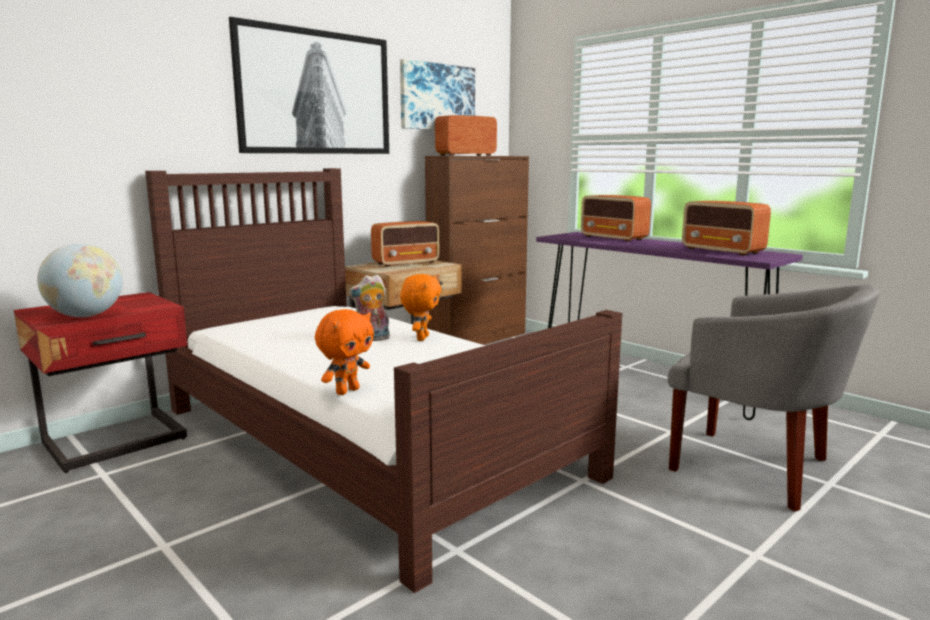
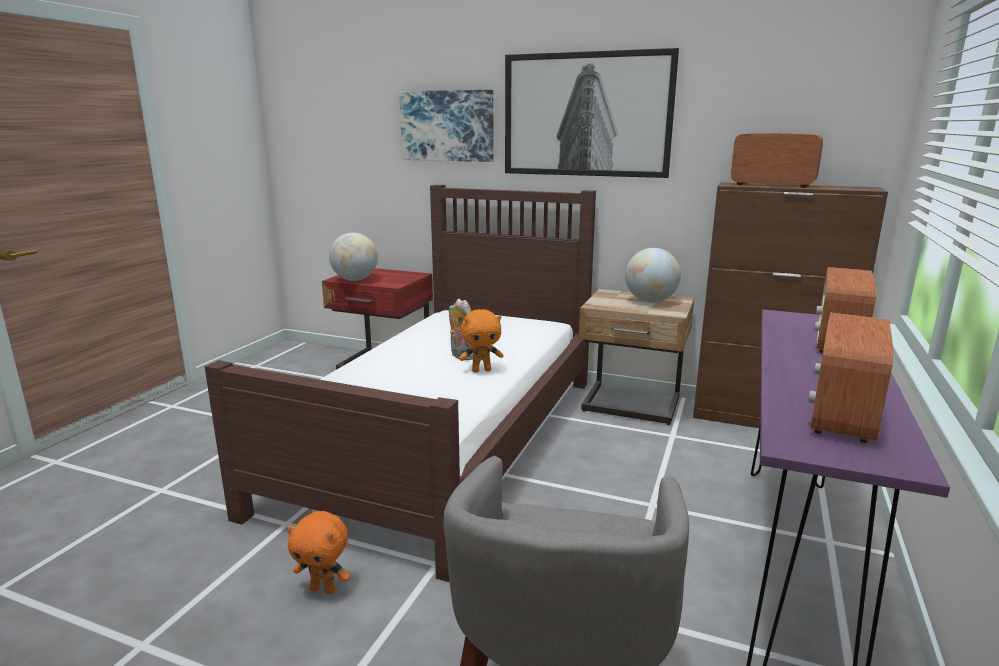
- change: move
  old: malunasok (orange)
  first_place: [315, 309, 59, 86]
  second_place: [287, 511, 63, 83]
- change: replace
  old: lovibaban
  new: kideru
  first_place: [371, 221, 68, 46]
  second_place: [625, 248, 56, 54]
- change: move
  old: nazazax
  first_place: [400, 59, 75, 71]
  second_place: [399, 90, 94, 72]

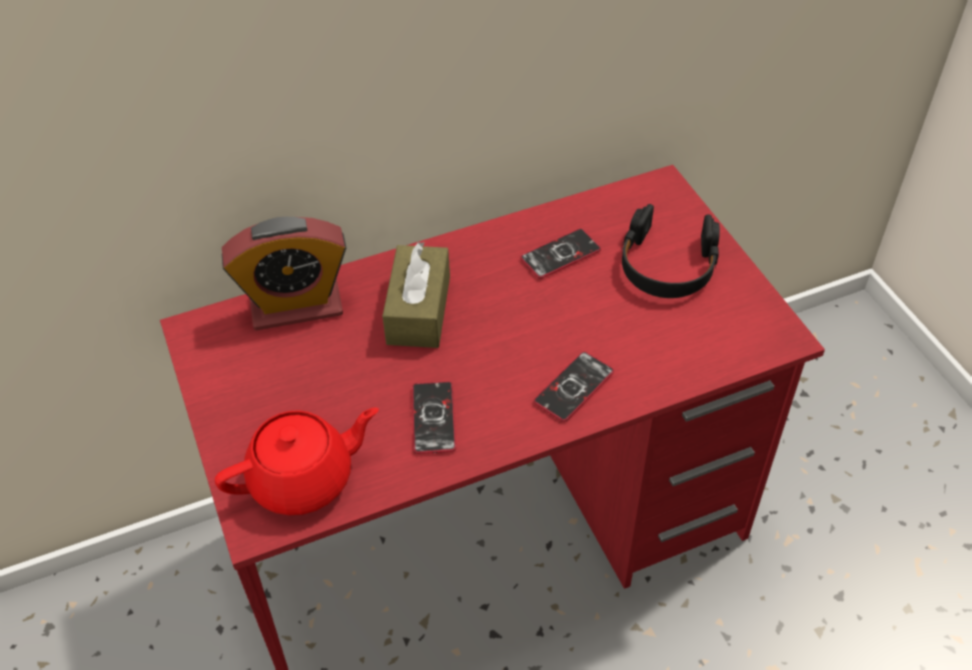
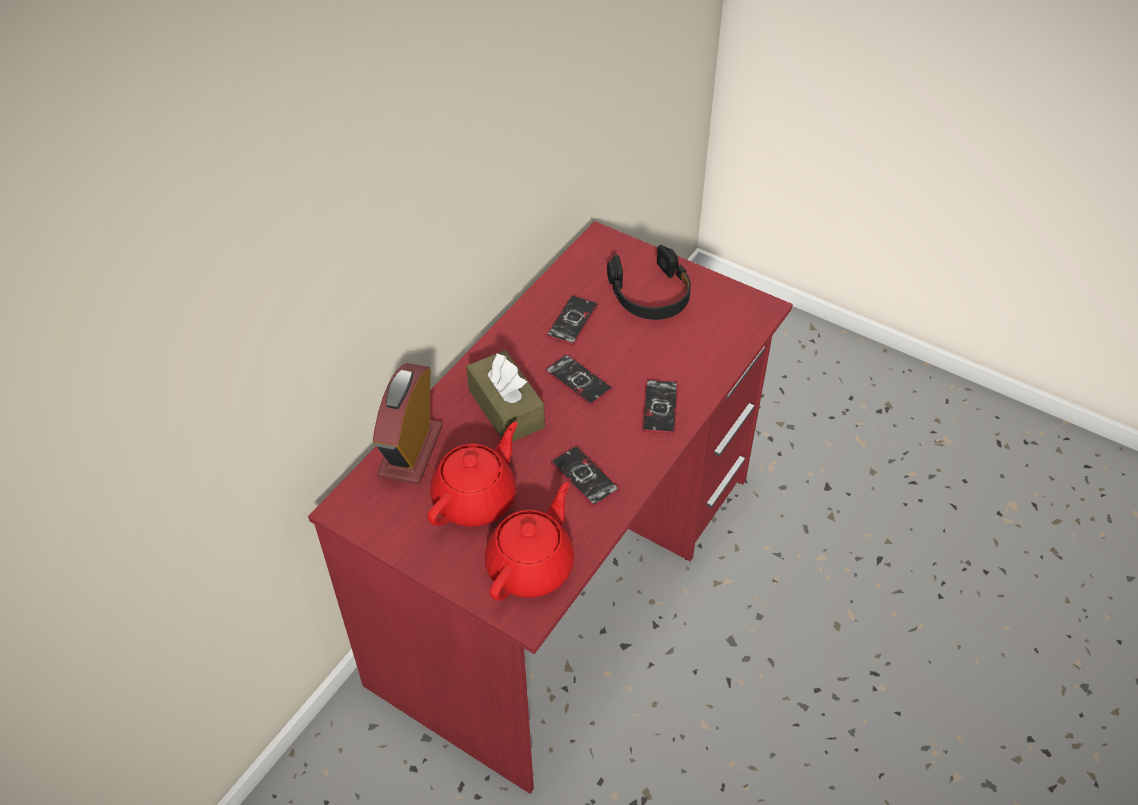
- change: rotate
  old: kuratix
  first_place: [222, 217, 124, 114]
  second_place: [373, 363, 69, 122]
  degrees: 150
- change: insert
  new: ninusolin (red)
  second_place: [427, 422, 91, 105]
- change: insert
  new: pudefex
  second_place: [545, 355, 67, 50]

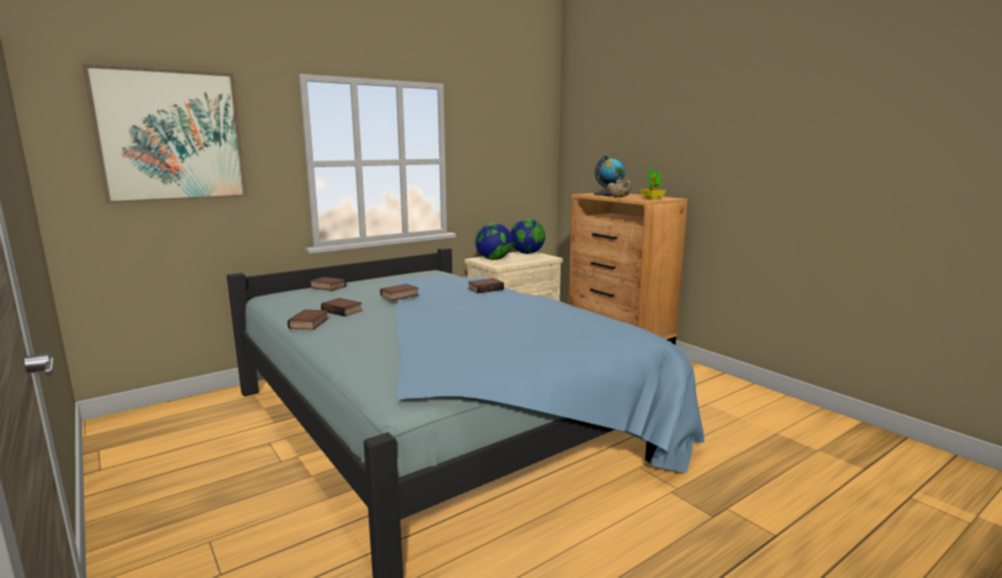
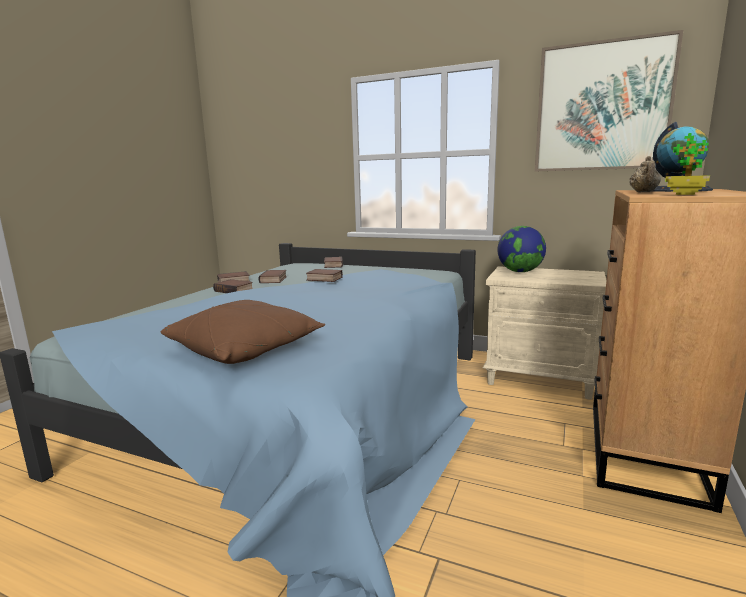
- change: move
  old: nazazax
  first_place: [82, 64, 165, 140]
  second_place: [535, 30, 148, 141]
- change: move
  old: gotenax
  first_place: [468, 278, 36, 15]
  second_place: [213, 279, 40, 14]
- change: delete
  old: kideru
  first_place: [510, 219, 35, 35]
- change: insert
  new: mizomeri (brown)
  second_place: [161, 300, 164, 64]

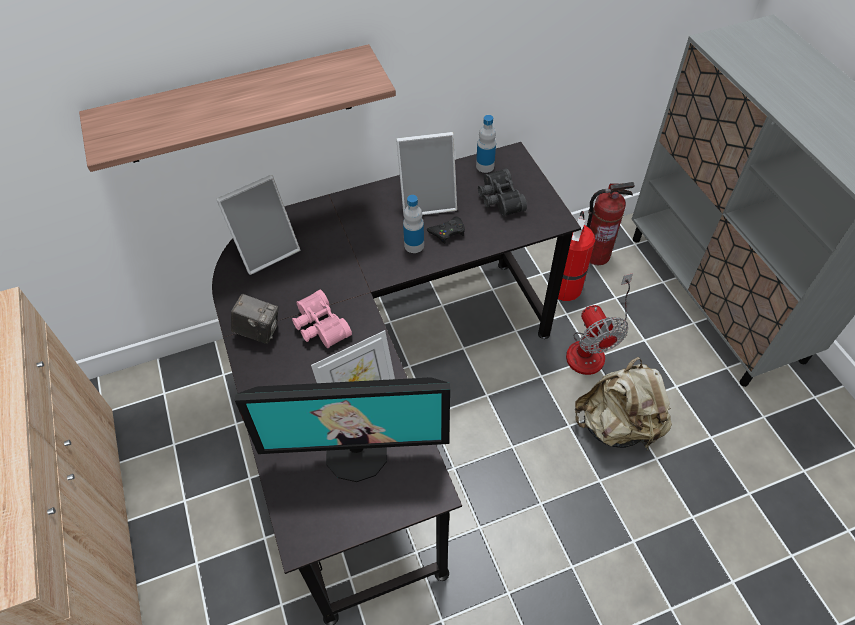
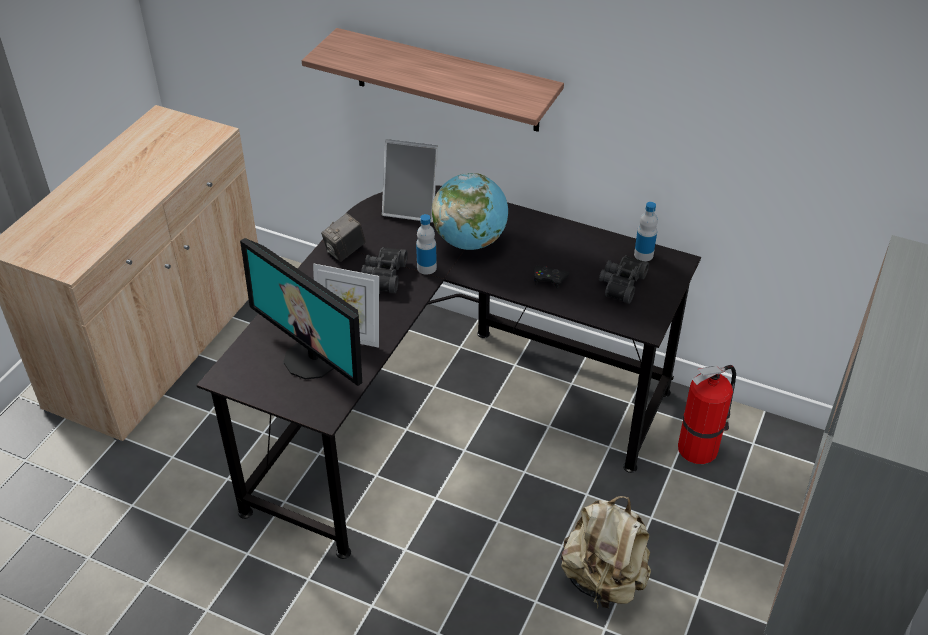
- change: rotate
  old: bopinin
  first_place: [231, 294, 47, 50]
  second_place: [321, 213, 45, 49]
  degrees: 75
- change: recolor
  old: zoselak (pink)
  new: zoselak (black)
  first_place: [292, 290, 60, 58]
  second_place: [361, 247, 47, 46]
- change: delete
  old: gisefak
  first_place: [396, 132, 61, 83]
- change: move
  old: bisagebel
  first_place: [403, 195, 21, 58]
  second_place: [416, 214, 21, 61]
- change: delete
  old: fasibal
  first_place: [566, 273, 67, 102]
- change: delete
  old: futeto
  first_place: [587, 182, 48, 83]
- change: insert
  new: kideru
  second_place: [432, 173, 76, 77]

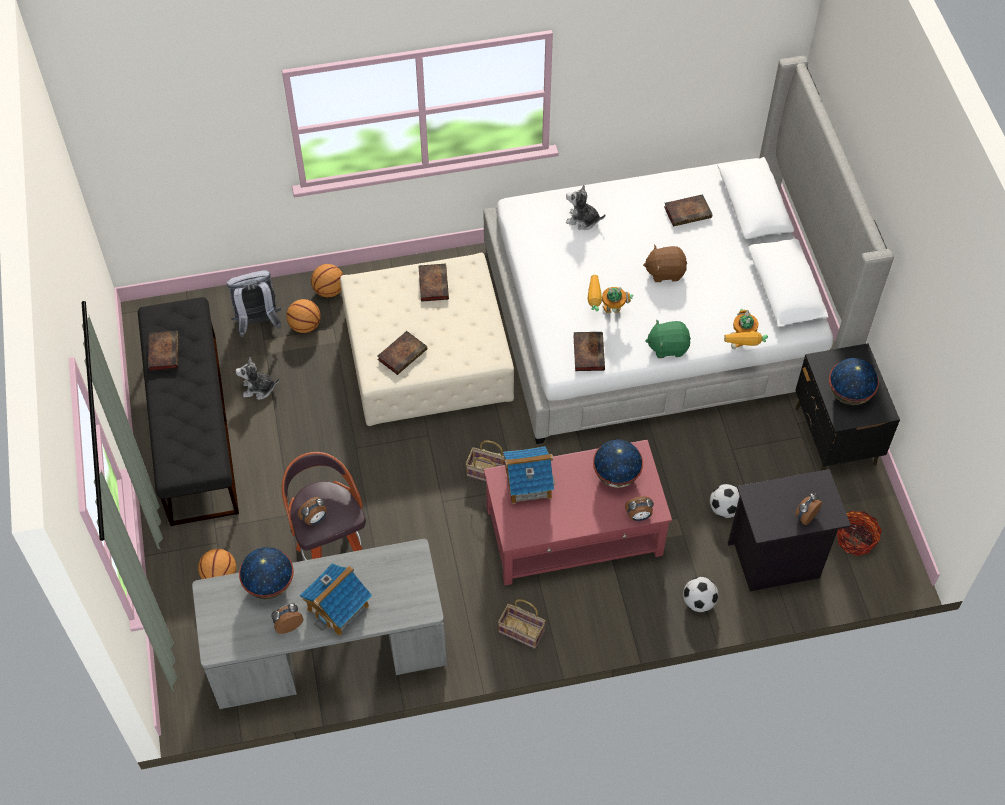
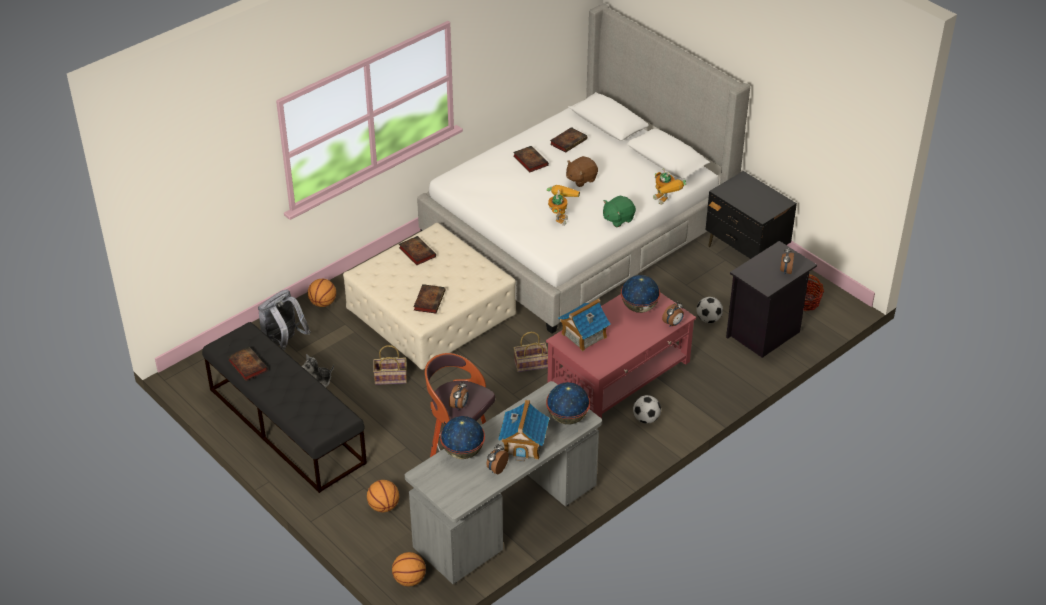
- change: move
  old: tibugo
  first_place: [286, 299, 35, 34]
  second_place: [392, 552, 34, 35]
- change: move
  old: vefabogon
  first_place: [498, 599, 48, 50]
  second_place: [373, 345, 34, 40]
- change: delete
  old: malunasok
  first_place: [566, 185, 40, 45]
- change: move
  old: gotenax
  first_place: [574, 332, 31, 39]
  second_place: [513, 146, 36, 26]
- change: rotate
  old: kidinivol
  first_place: [588, 275, 45, 38]
  second_place: [547, 185, 33, 41]
  degrees: 135
- change: move
  old: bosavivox
  first_place: [683, 577, 35, 35]
  second_place: [633, 395, 28, 29]
- change: move
  old: kideru
  first_place: [829, 358, 50, 47]
  second_place: [546, 382, 44, 42]

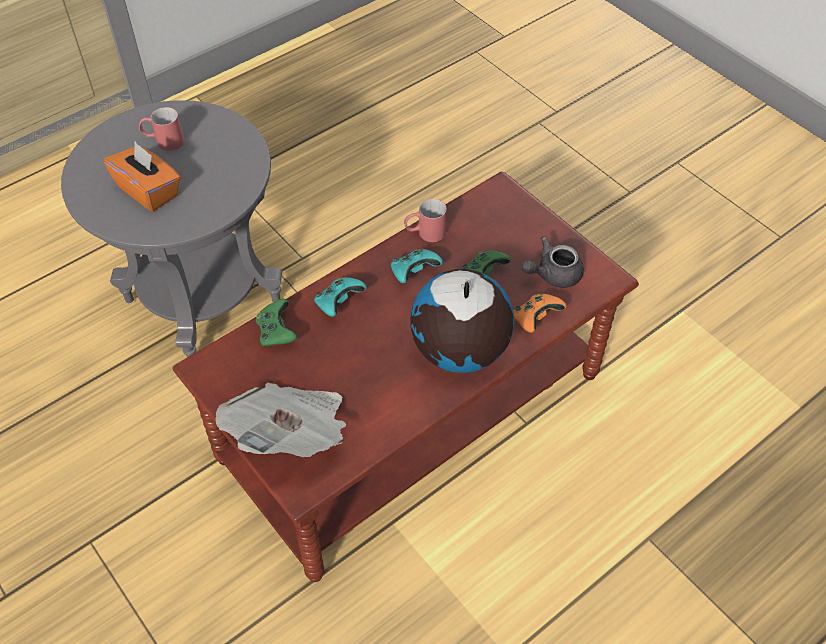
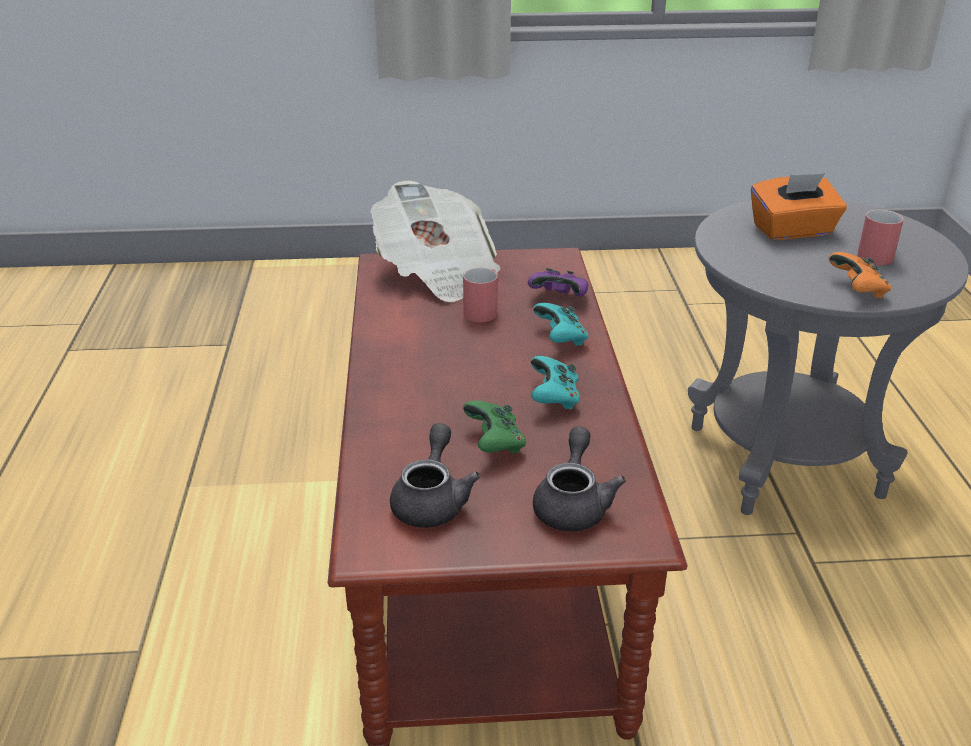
- change: recolor
  old: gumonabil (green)
  new: gumonabil (purple)
  first_place: [256, 299, 41, 48]
  second_place: [528, 268, 60, 28]
- change: move
  old: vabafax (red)
  first_place: [404, 199, 43, 43]
  second_place: [463, 268, 36, 54]
- change: delete
  old: kideru
  first_place: [410, 269, 104, 104]
- change: move
  old: gumonabil (orange)
  first_place: [513, 293, 53, 40]
  second_place: [829, 252, 62, 46]
- change: insert
  new: ninusolin (grey)
  second_place: [533, 426, 93, 105]

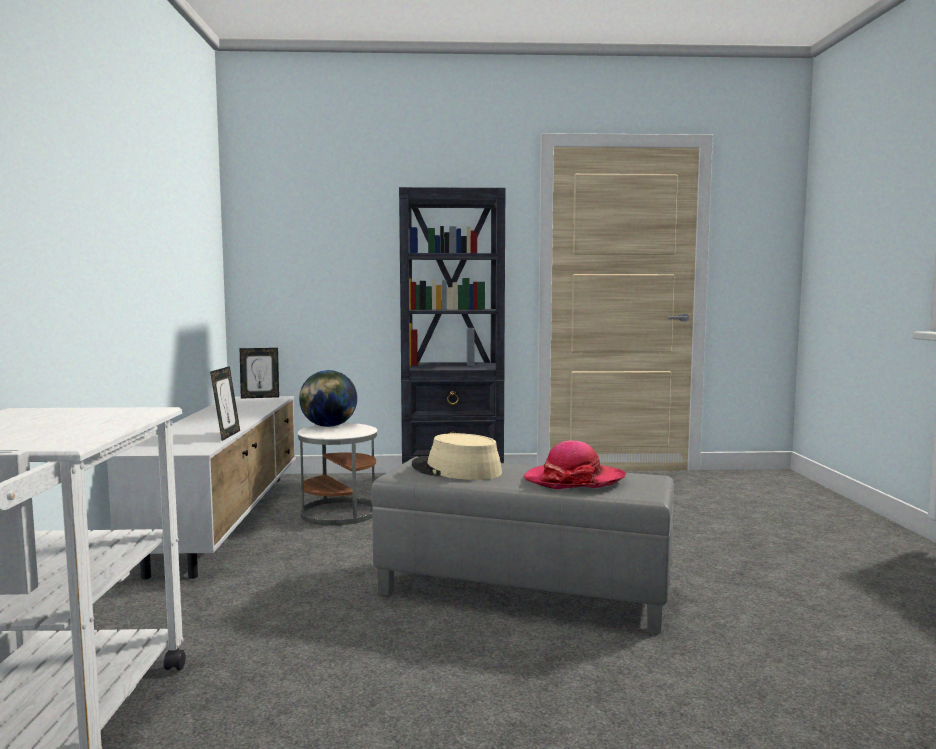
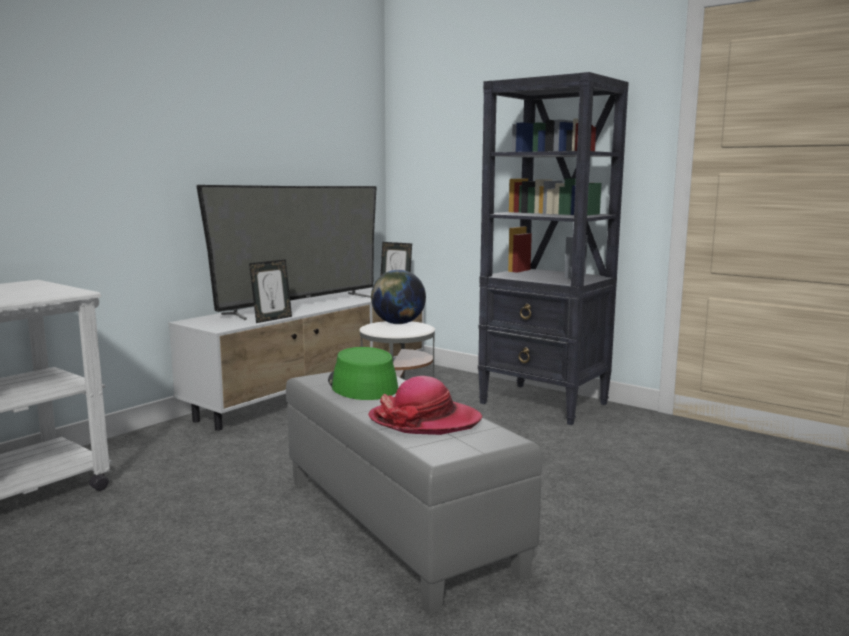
- change: recolor
  old: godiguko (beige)
  new: godiguko (green)
  first_place: [412, 433, 90, 47]
  second_place: [328, 347, 70, 53]
- change: insert
  new: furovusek
  second_place: [196, 185, 181, 135]

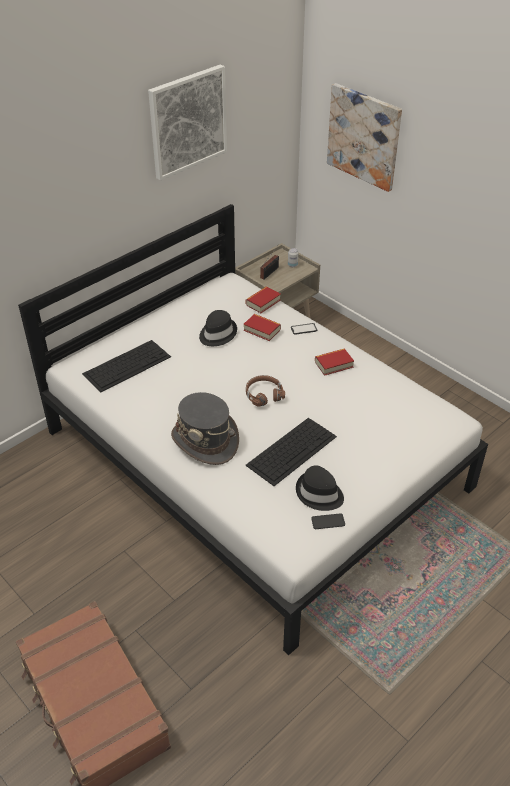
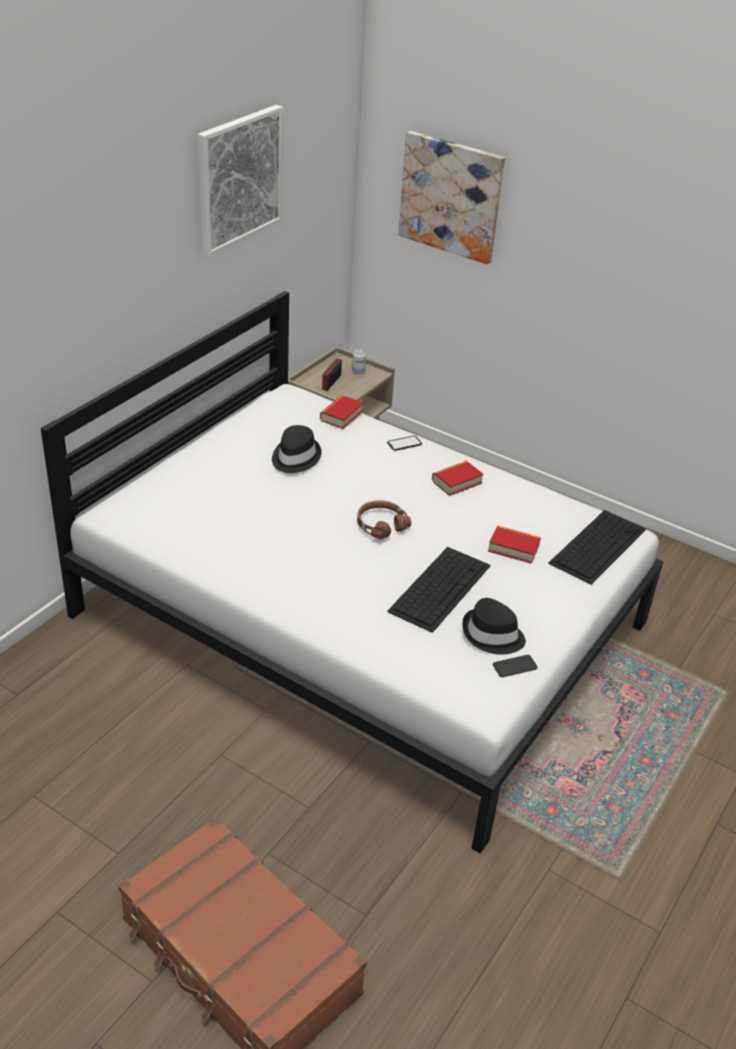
- change: move
  old: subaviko
  first_place: [82, 340, 89, 52]
  second_place: [548, 510, 98, 75]
- change: delete
  old: godiguko (grey)
  first_place: [171, 392, 68, 73]
- change: move
  old: gotenax
  first_place: [243, 314, 38, 27]
  second_place: [488, 526, 53, 38]

